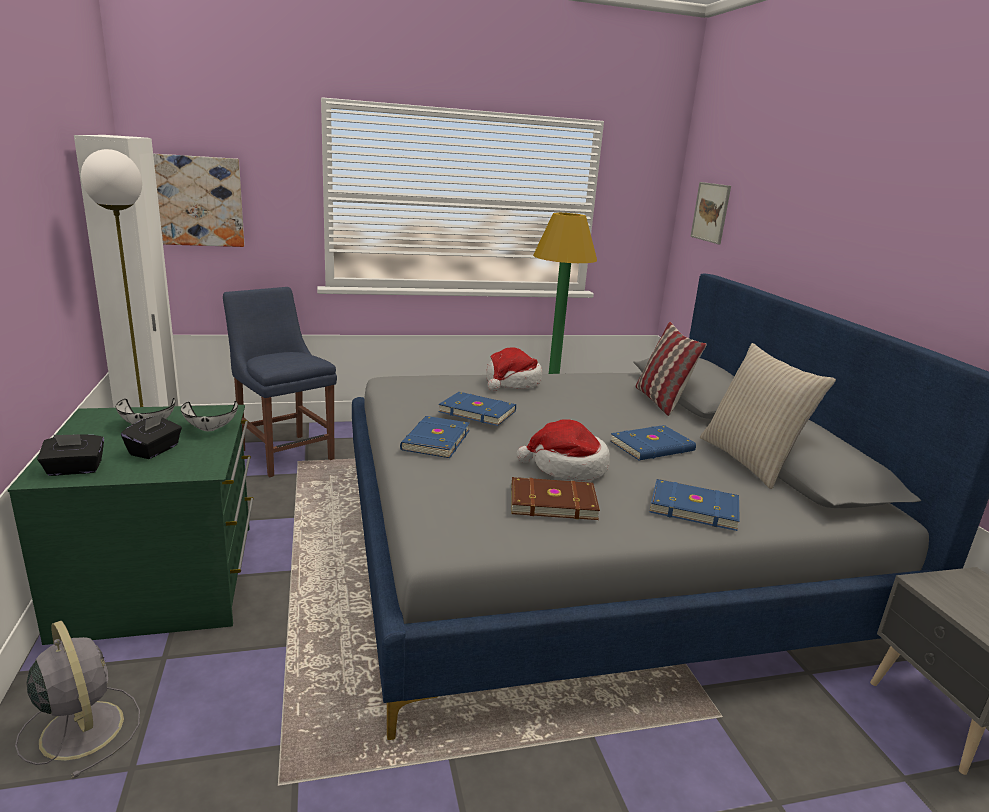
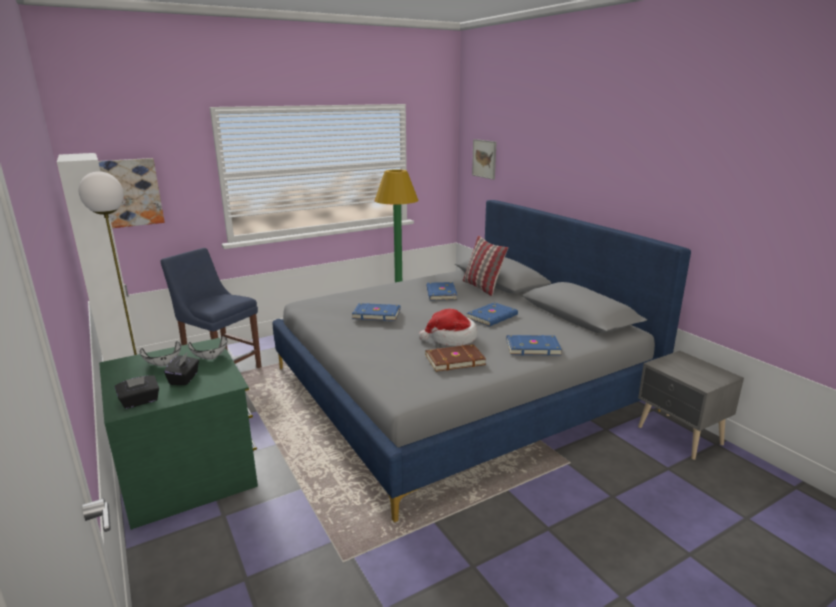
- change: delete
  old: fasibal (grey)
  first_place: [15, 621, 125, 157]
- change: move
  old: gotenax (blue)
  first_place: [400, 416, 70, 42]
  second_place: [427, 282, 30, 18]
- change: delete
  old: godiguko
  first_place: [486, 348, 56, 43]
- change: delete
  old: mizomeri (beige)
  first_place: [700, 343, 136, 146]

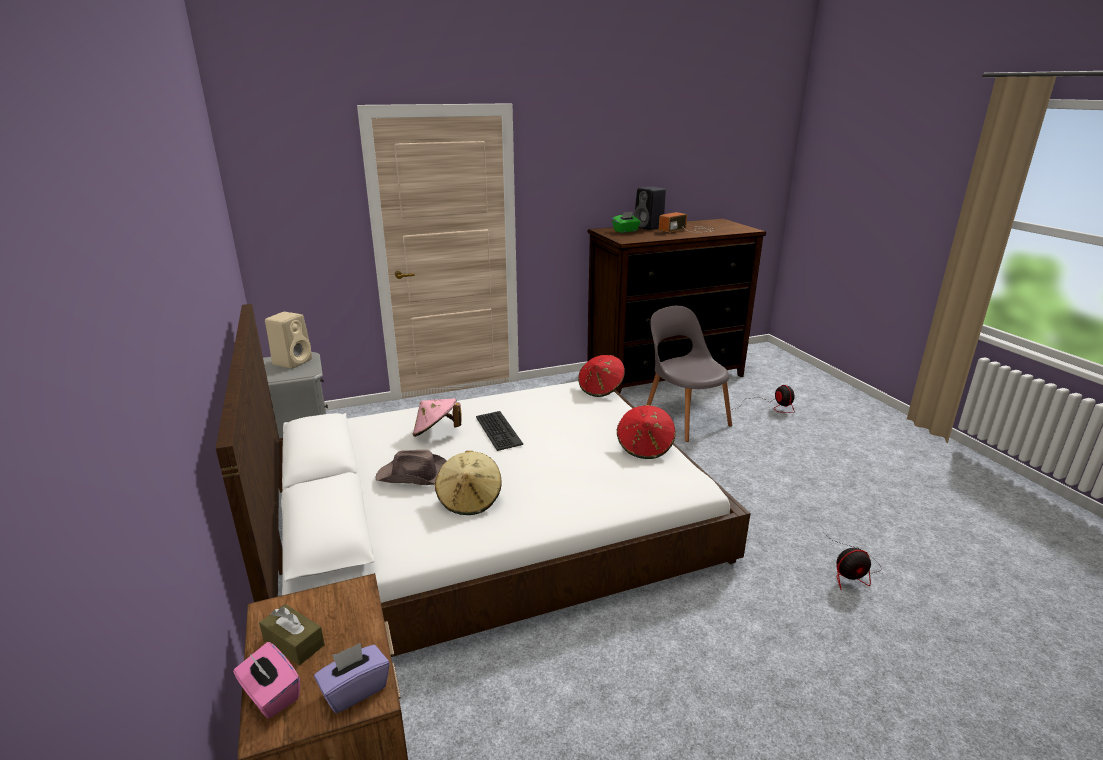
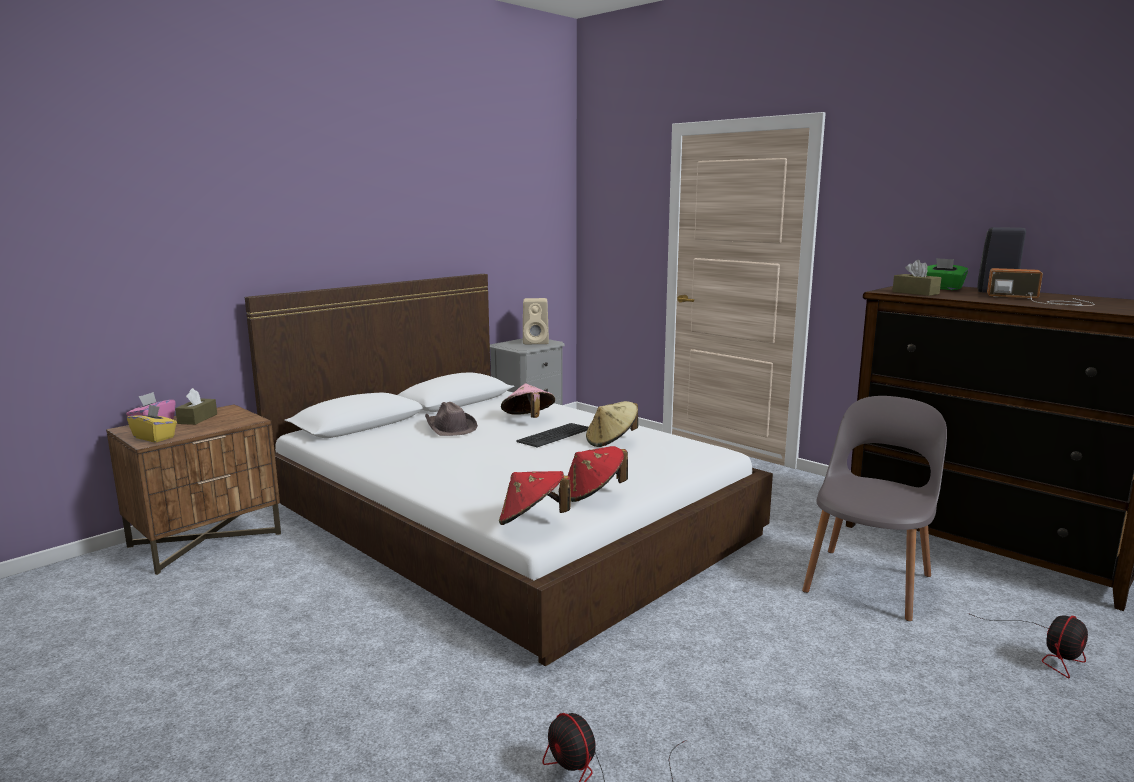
- change: recolor
  old: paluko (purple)
  new: paluko (yellow)
  first_place: [314, 643, 76, 70]
  second_place: [127, 404, 50, 38]
- change: move
  old: godiguko (beige)
  first_place: [435, 451, 67, 64]
  second_place: [586, 401, 52, 46]
- change: move
  old: godiguko (red)
  first_place: [578, 355, 47, 42]
  second_place: [499, 471, 72, 54]
- change: insert
  new: paluko (brown)
  second_place: [892, 260, 49, 36]

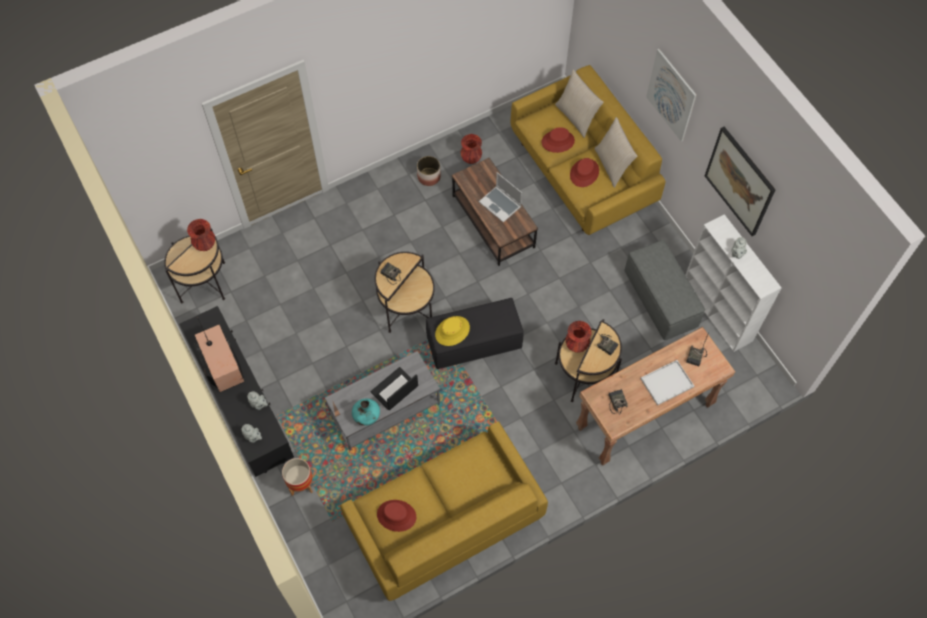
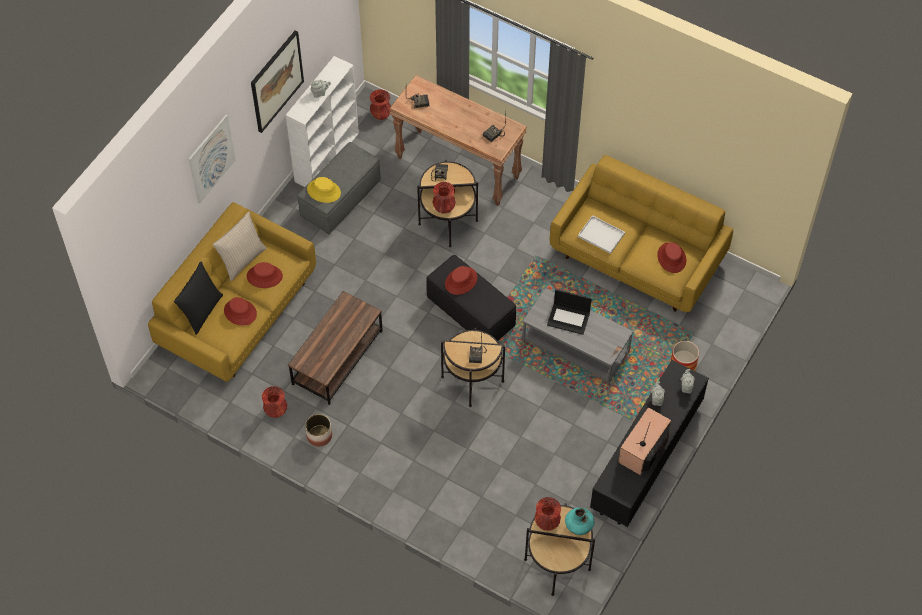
- change: move
  old: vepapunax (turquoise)
  first_place: [352, 398, 28, 28]
  second_place: [565, 507, 30, 28]
- change: move
  old: godiguko (yellow)
  first_place: [435, 316, 35, 30]
  second_place: [307, 177, 34, 26]
- change: delete
  old: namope
  first_place: [479, 172, 43, 50]
- change: recolor
  old: mizomeri (beige)
  new: mizomeri (black)
  first_place: [555, 69, 49, 69]
  second_place: [174, 262, 49, 73]
- change: move
  old: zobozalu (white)
  first_place: [641, 360, 53, 46]
  second_place: [578, 215, 47, 39]
- change: insert
  new: vepapunax (red)
  second_place: [370, 89, 21, 31]
- change: insert
  new: godiguko (red)
  second_place: [445, 266, 32, 29]

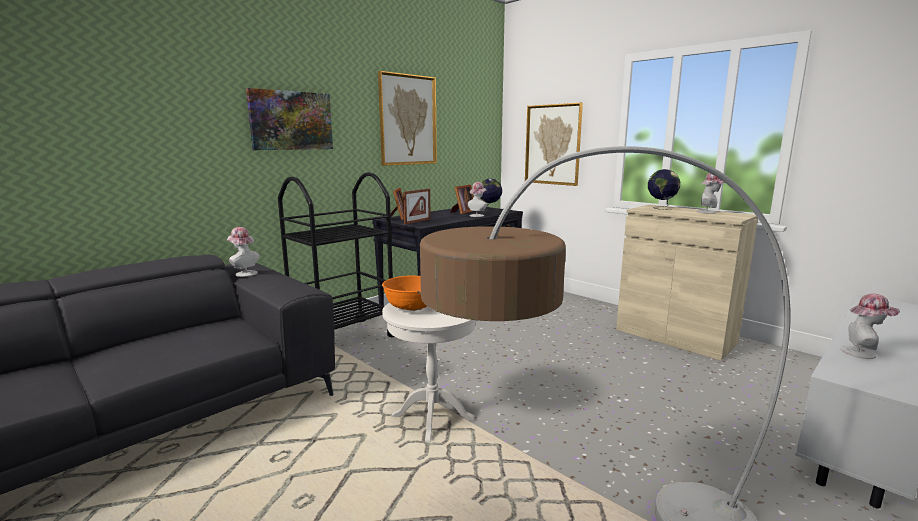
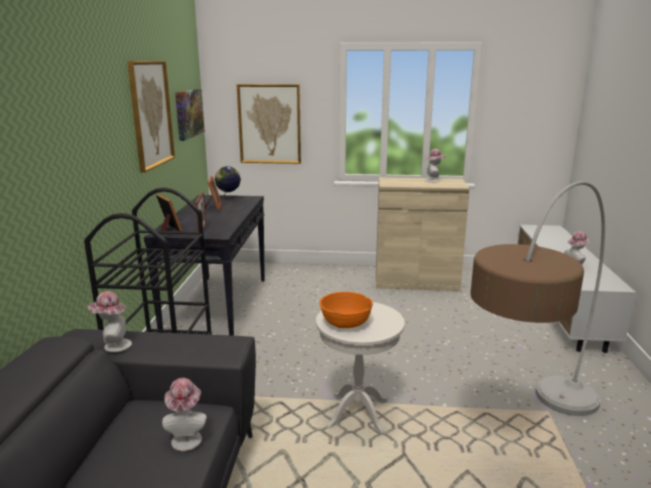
- change: move
  old: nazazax
  first_place: [246, 88, 87, 62]
  second_place: [175, 89, 30, 52]
- change: move
  old: godiguko
  first_place: [467, 182, 20, 35]
  second_place: [162, 378, 45, 73]
- change: delete
  old: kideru
  first_place: [648, 169, 32, 41]

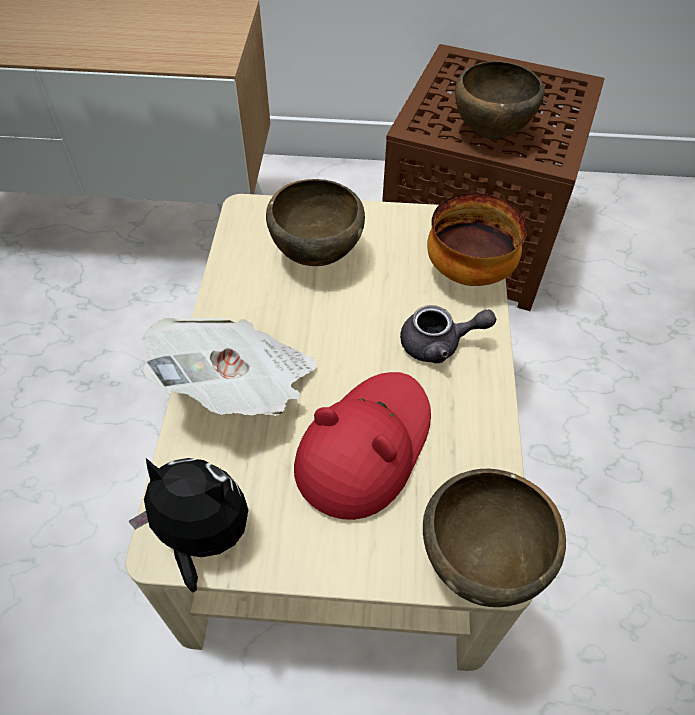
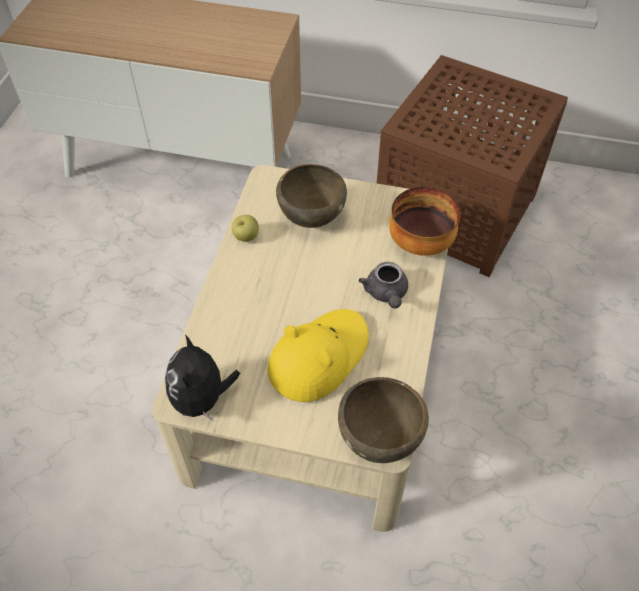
- change: rotate
  old: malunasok
  first_place: [128, 458, 120, 135]
  second_place: [165, 334, 75, 88]
  degrees: -120
- change: delete
  old: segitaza
  first_place: [141, 317, 177, 99]
- change: recolor
  old: godiguko (red)
  new: godiguko (yellow)
  first_place: [294, 372, 137, 148]
  second_place: [267, 309, 102, 93]
- change: rotate
  old: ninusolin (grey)
  first_place: [400, 305, 96, 58]
  second_place: [359, 262, 49, 47]
  degrees: 75
- change: delete
  old: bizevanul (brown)
  first_place: [455, 61, 90, 78]
- change: insert
  new: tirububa
  second_place: [232, 215, 27, 27]

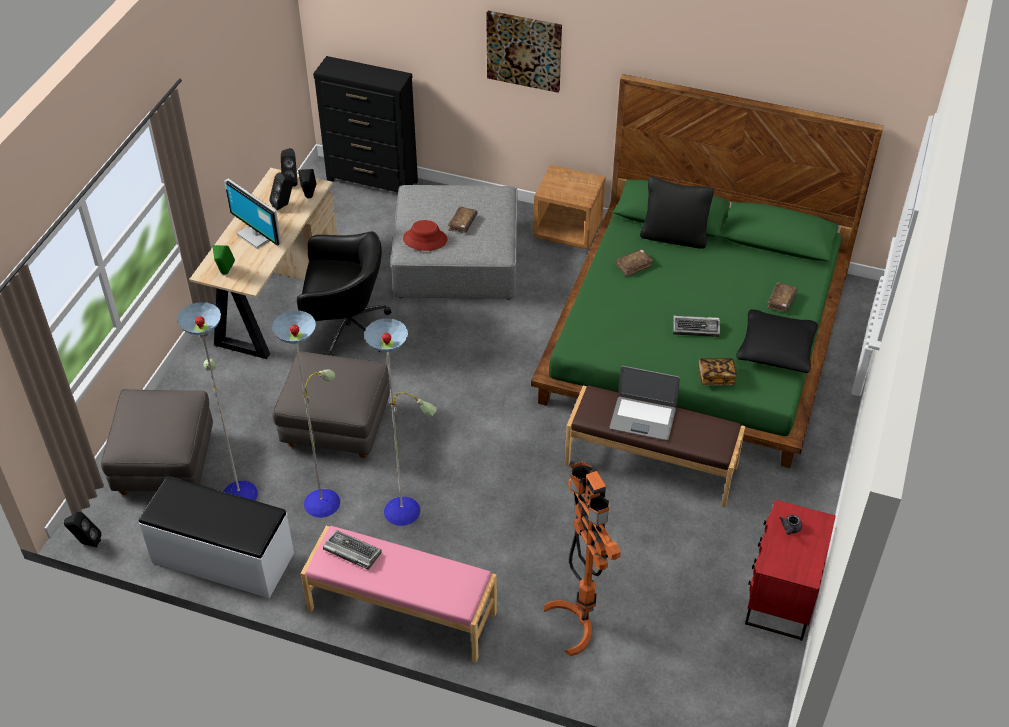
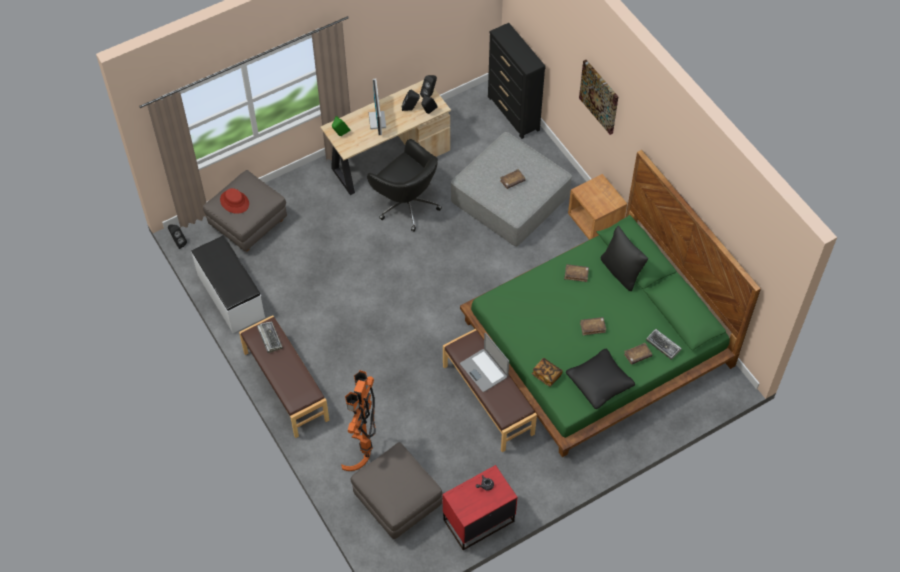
- change: delete
  old: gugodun
  first_place: [177, 302, 260, 224]
- change: move
  old: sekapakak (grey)
  first_place: [273, 351, 117, 107]
  second_place: [350, 442, 92, 97]
- change: recolor
  old: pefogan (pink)
  new: pefogan (brown)
  first_place: [301, 526, 196, 136]
  second_place: [239, 315, 90, 123]
- change: move
  old: godiguko (red)
  first_place: [403, 220, 44, 31]
  second_place: [220, 188, 29, 26]
- change: move
  old: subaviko
  first_place: [673, 315, 47, 22]
  second_place: [646, 329, 36, 31]
- change: insert
  new: gotenax (brown)
  second_place: [580, 317, 26, 19]

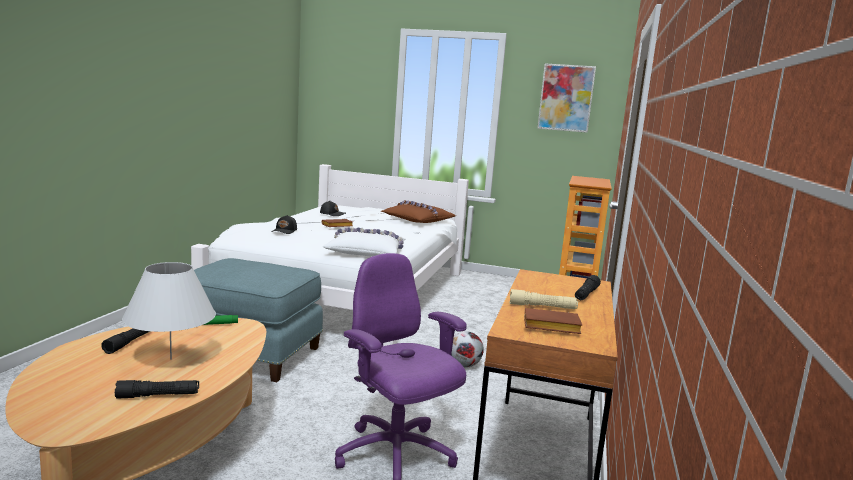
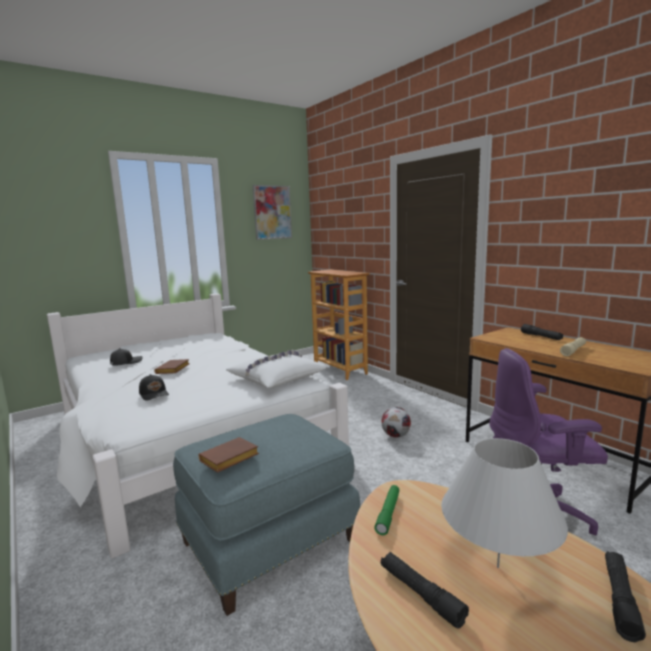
- change: delete
  old: mizomeri (brown)
  first_place: [381, 200, 75, 23]
- change: move
  old: gotenax (brown)
  first_place: [524, 308, 58, 26]
  second_place: [198, 437, 61, 36]

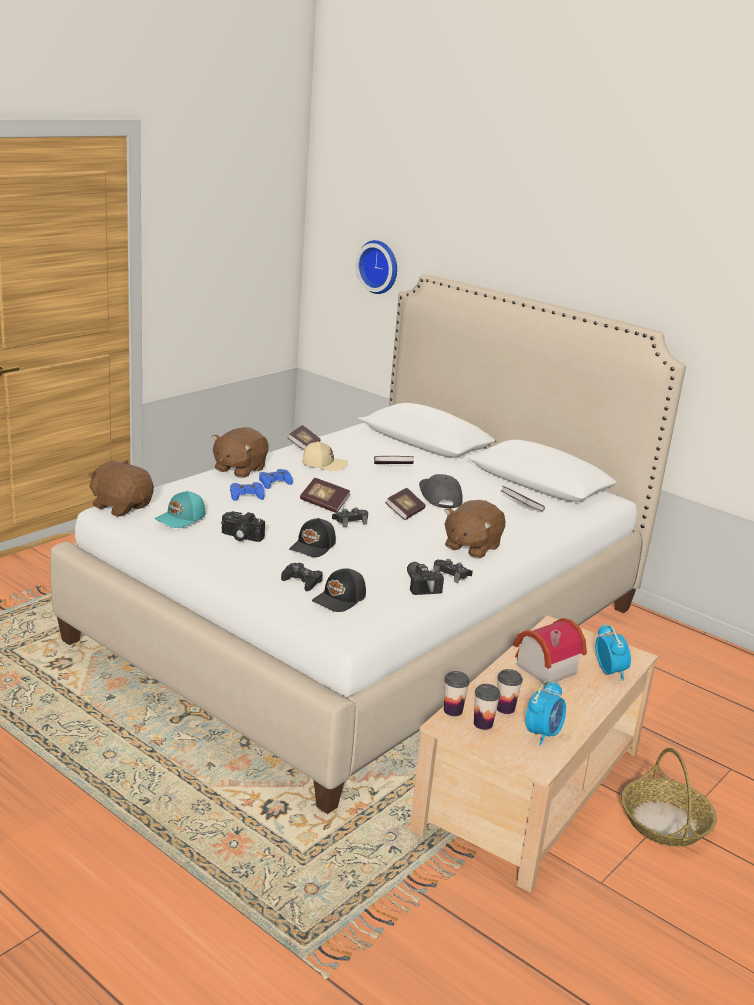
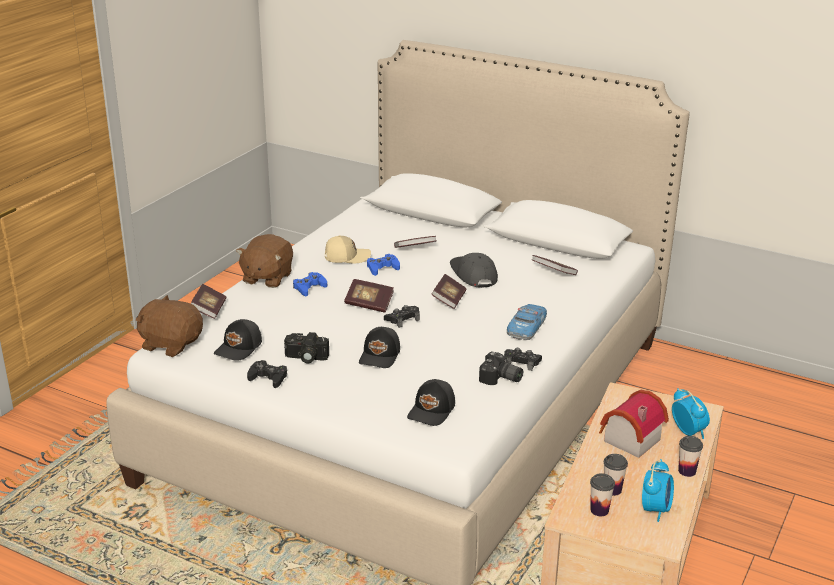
- change: recolor
  old: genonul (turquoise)
  new: genonul (black)
  first_place: [154, 491, 52, 37]
  second_place: [214, 319, 48, 42]
- change: move
  old: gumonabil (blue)
  first_place: [230, 482, 35, 19]
  second_place: [367, 254, 33, 22]
- change: move
  old: gumonabil (black)
  first_place: [281, 563, 42, 28]
  second_place: [247, 360, 40, 28]
- change: move
  old: gotenax
  first_place: [288, 425, 33, 25]
  second_place: [191, 284, 35, 35]
- change: delete
  old: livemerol
  first_place: [356, 240, 41, 54]
- change: rotate
  old: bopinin
  first_place: [407, 562, 37, 33]
  second_place: [479, 351, 44, 34]
  degrees: 150
- change: replace
  old: malunasok (brown)
  new: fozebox
  first_place: [444, 500, 62, 59]
  second_place: [507, 304, 40, 36]
- change: move
  old: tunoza
  first_place: [444, 671, 26, 45]
  second_place: [678, 436, 25, 41]
- change: delete
  old: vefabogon
  first_place: [621, 748, 96, 98]

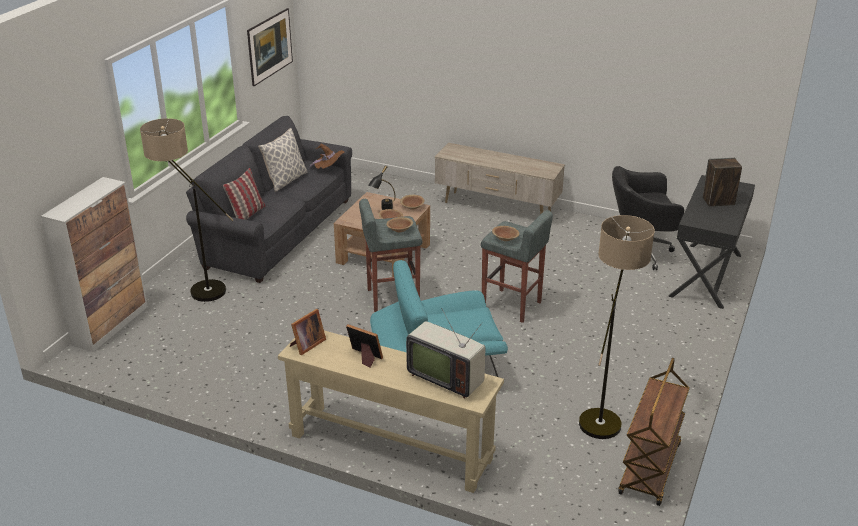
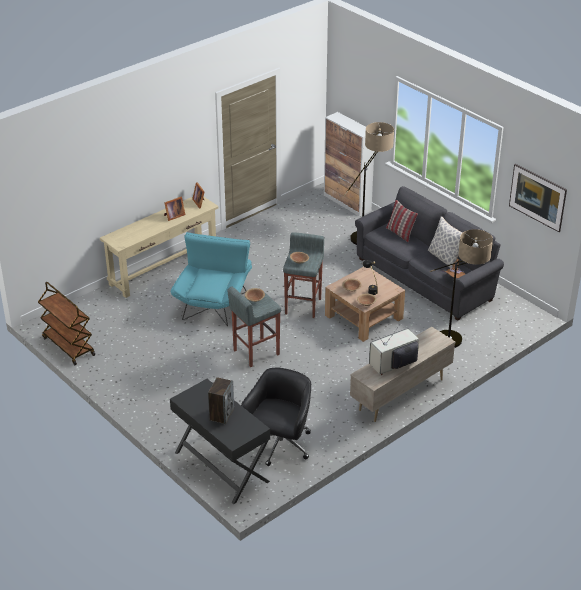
- change: move
  old: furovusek
  first_place: [406, 308, 79, 91]
  second_place: [369, 323, 50, 52]
- change: move
  old: gugodun
  first_place: [579, 215, 76, 224]
  second_place: [430, 229, 63, 119]

